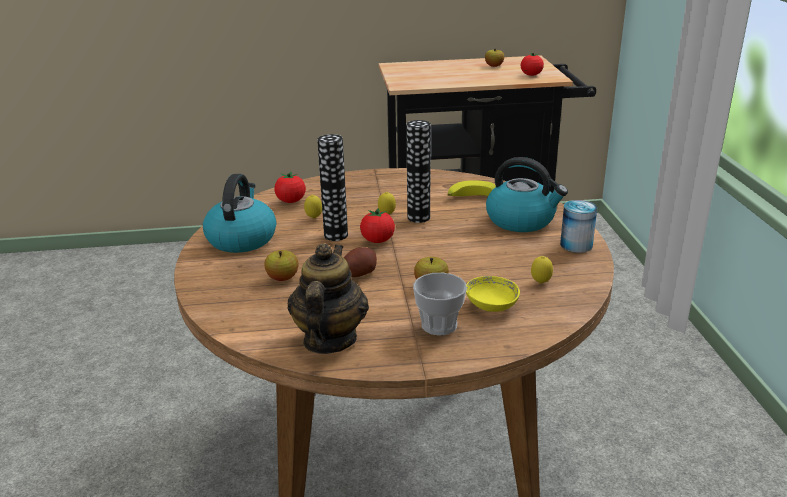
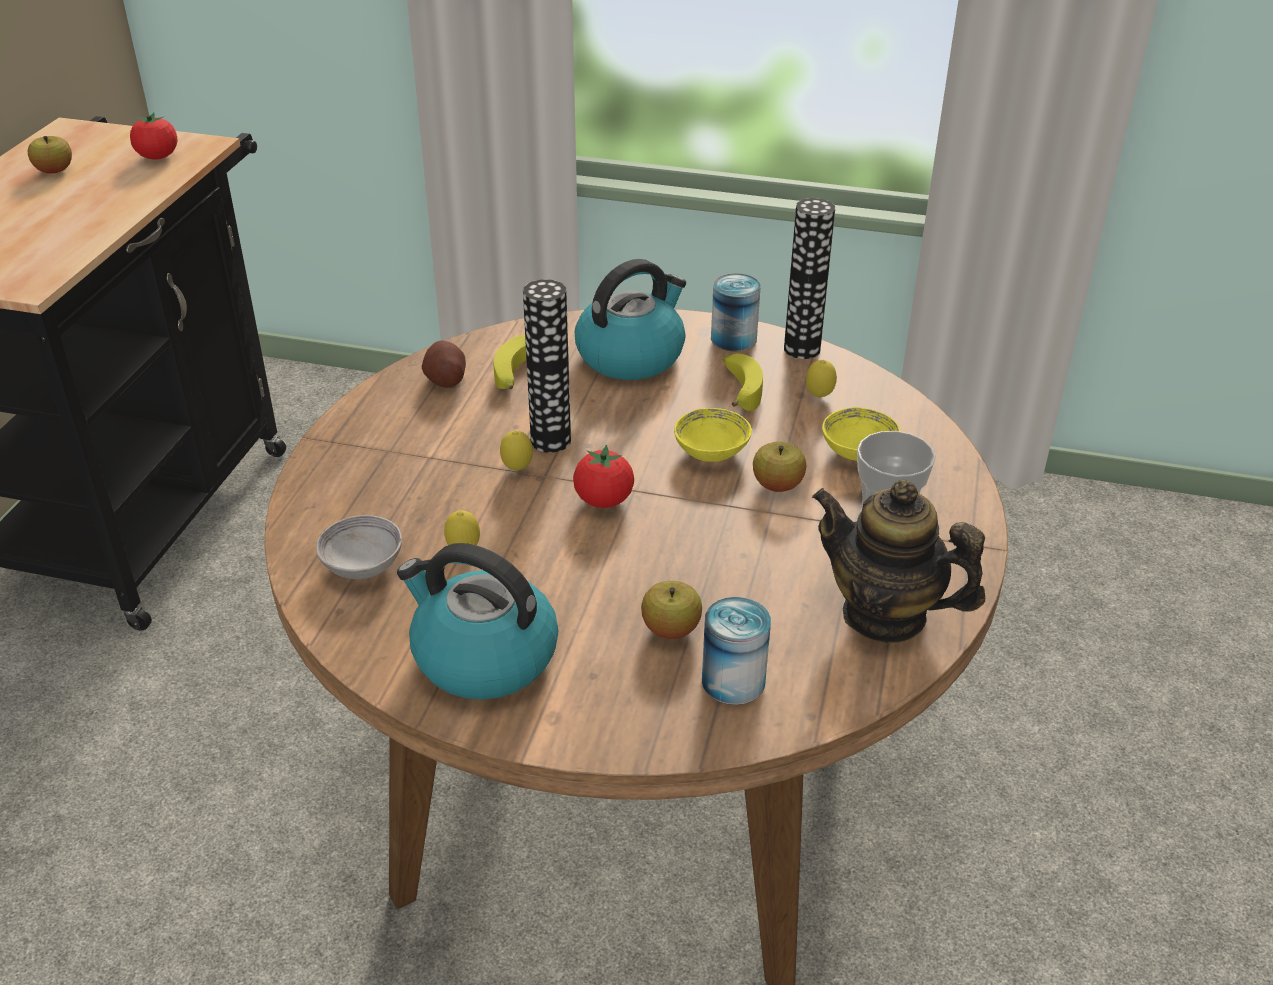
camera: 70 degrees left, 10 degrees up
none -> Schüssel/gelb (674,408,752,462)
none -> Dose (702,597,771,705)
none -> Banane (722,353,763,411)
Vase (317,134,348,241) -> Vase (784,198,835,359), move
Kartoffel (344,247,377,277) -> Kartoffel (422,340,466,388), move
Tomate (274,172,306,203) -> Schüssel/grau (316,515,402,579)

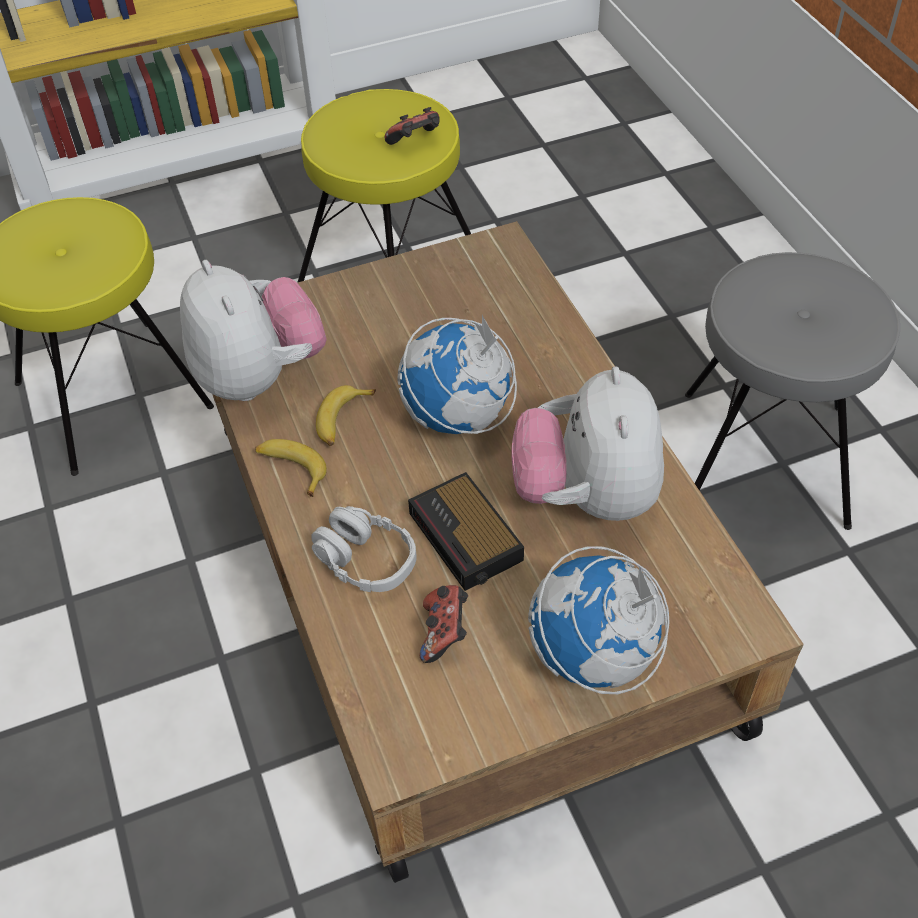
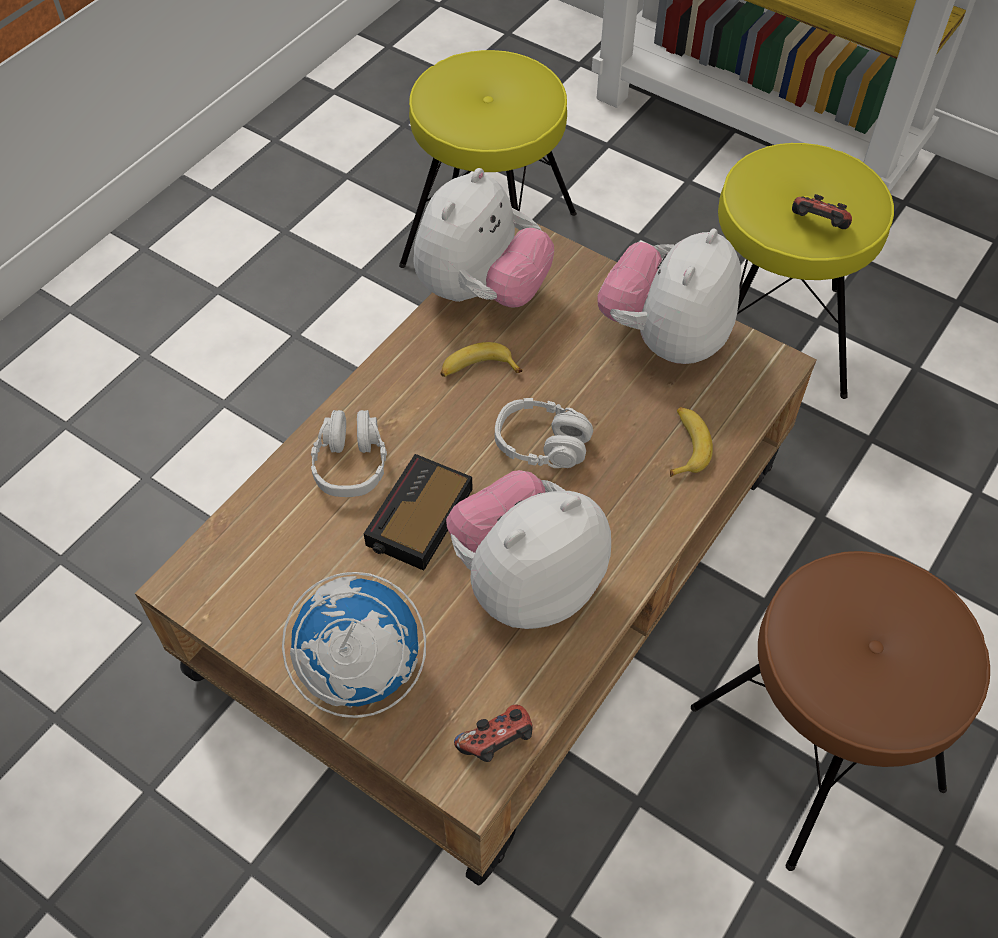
camera: 55 degrees right, 5 degrees up
none -> Plüschtier (597,228,741,364)
Banane (255,439,327,497) -> Banane (670,407,713,477), move
Gamepad (419,585,468,663) -> Gamepad (454,704,533,762), move
Globus (398,315,517,434) -> Kopfhörer/grau (495,398,593,468)
Hocker/grau (685,252,900,530) -> Hocker/braun (691,551,990,871)

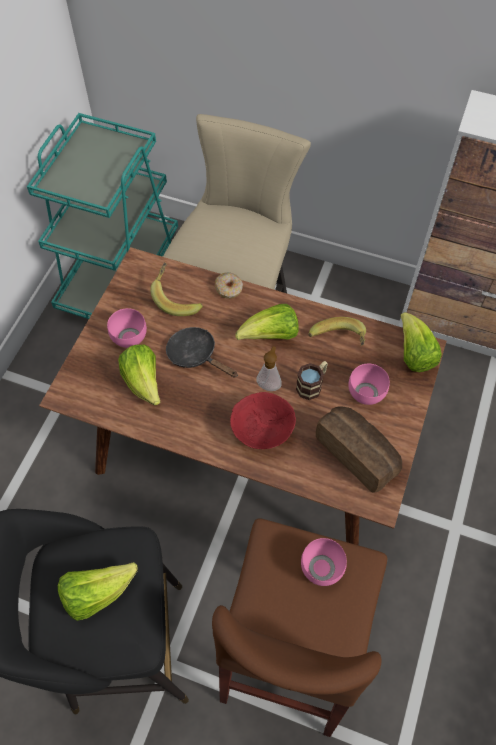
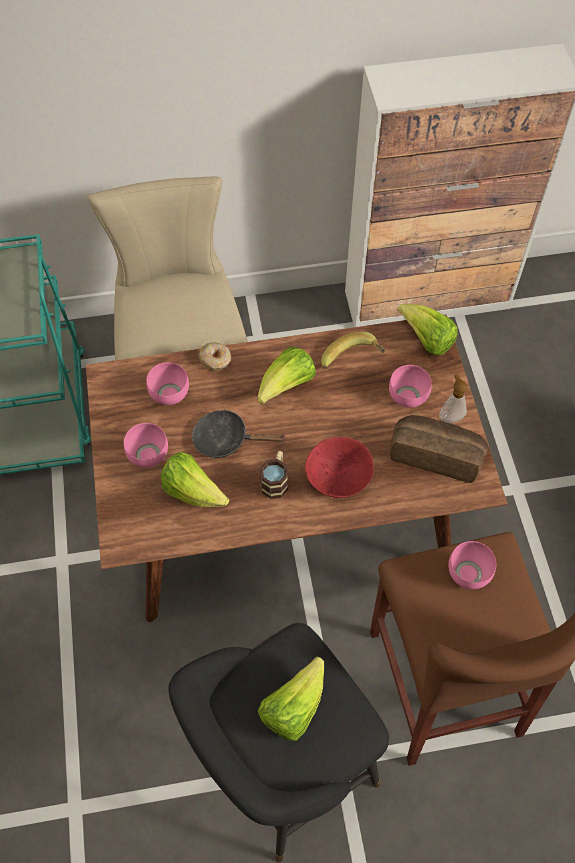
camera: 30 degrees left, 0 degrees up
Seifenspender (256,346,282,391) -> Seifenspender (439,374,468,423), move
Henkelbecher (296,361,328,400) -> Henkelbecher (260,451,288,499), move
Banane (150,262,203,316) -> Schüssel/rosa (146,362,189,405)

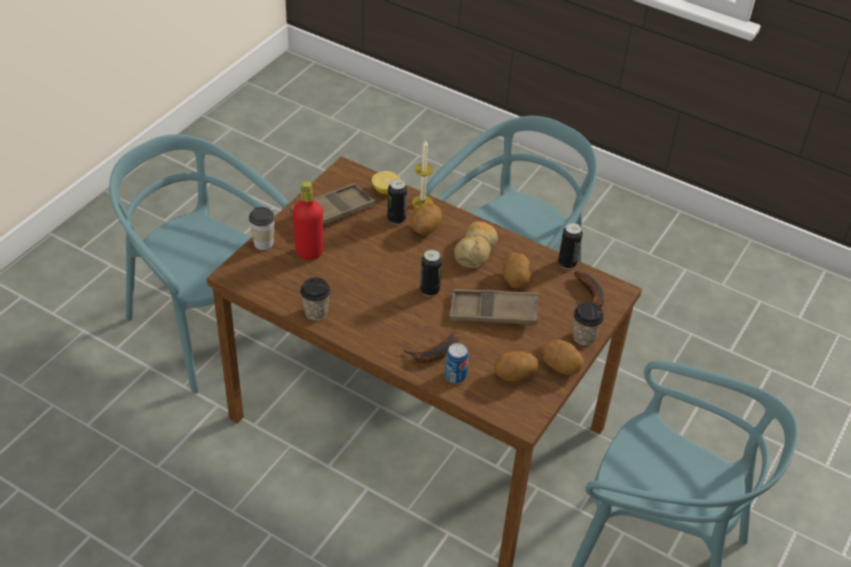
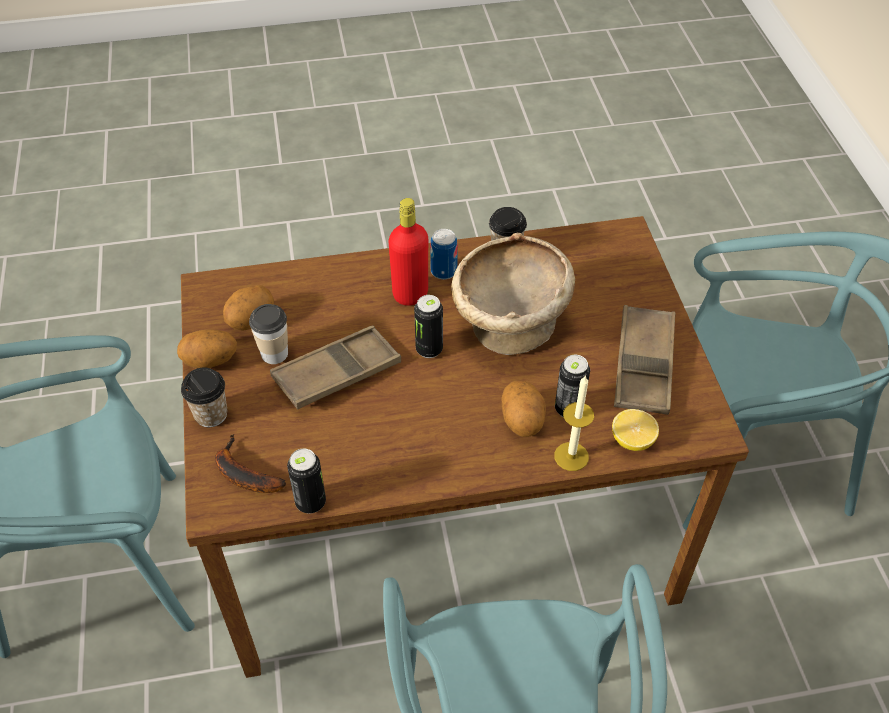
camera: 140 degrees right, 5 degrees up
Banane (403,331,459,363) -> none
Brot (454,221,498,268) -> none
Kartoffel (503,252,532,289) -> none
none -> Schüssel/beige (451,233,575,355)
Tasse (249,207,275,250) -> Tasse (249,304,288,364), move
Flasche/rot (293,181,323,260) -> Flasche/rot (389,198,428,306), move
Dose (445,343,469,383) -> Dose (430,229,458,280), move

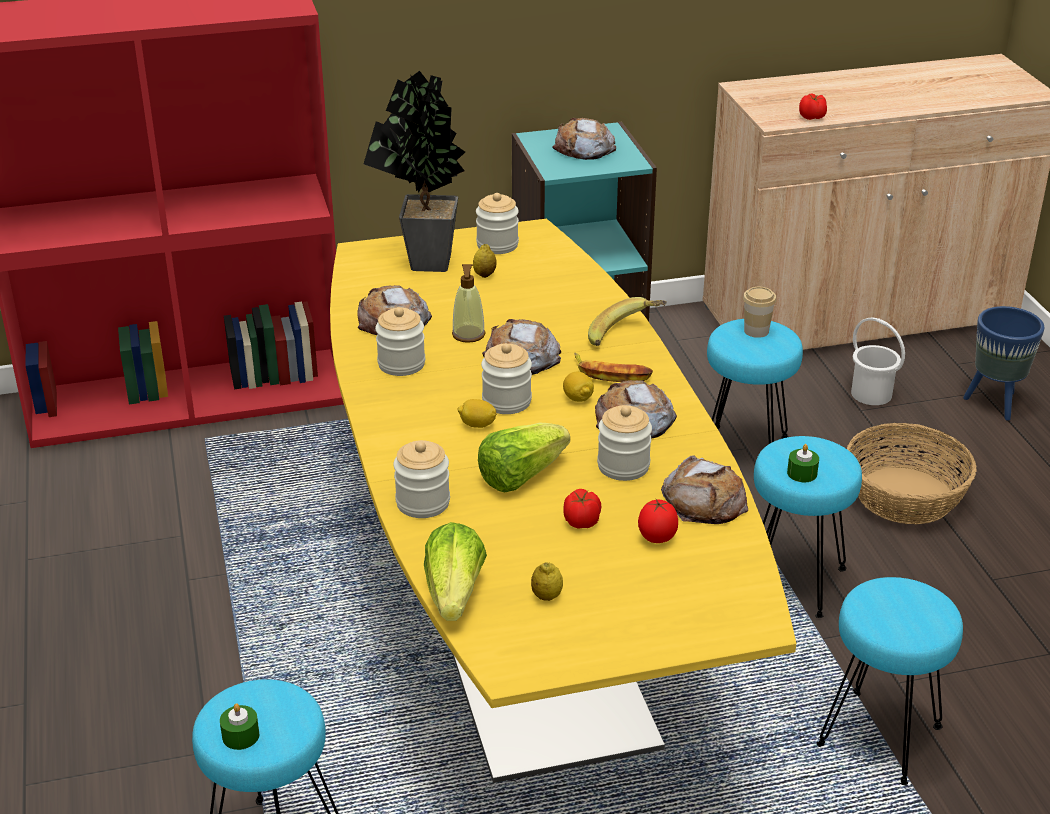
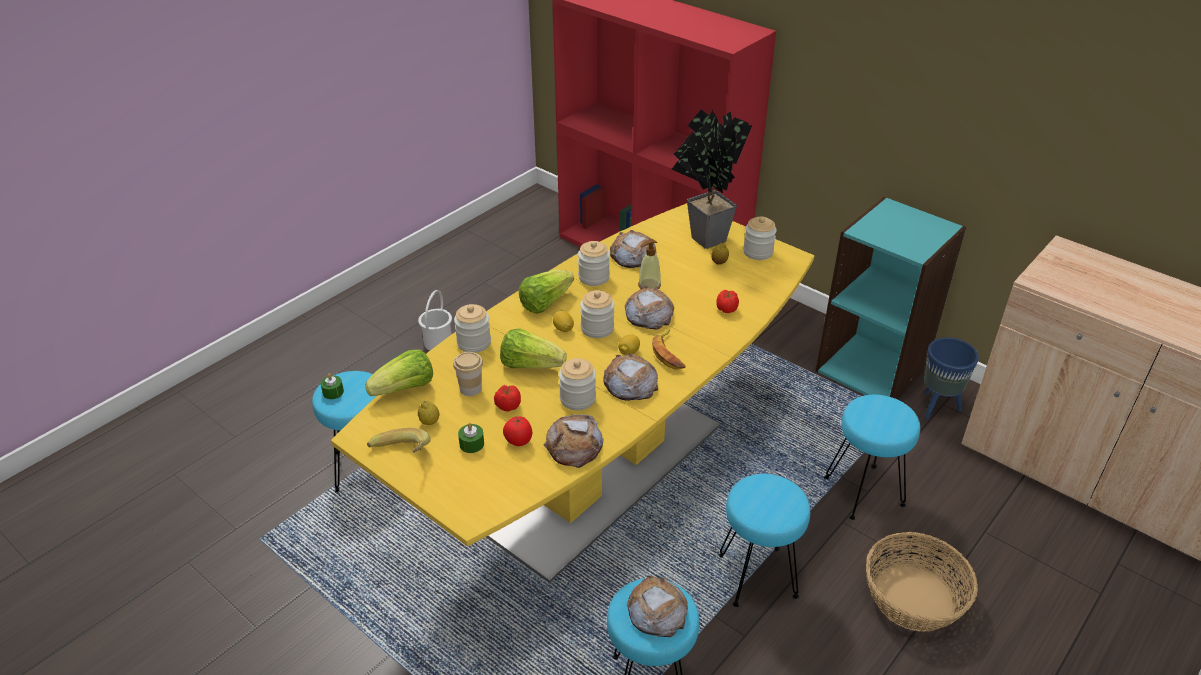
camera: 55 degrees right, 5 degrees up
none -> Salatkopf (519,270,574,314)
Brot (552,118,616,160) -> Brot (627,575,688,637), move
Banane (588,297,667,346) -> Banane (367,428,431,453), move
Tasse (743,287,776,338) -> Tasse (453,352,483,396), move
Kerze/grün (787,444,819,482) -> Kerze/grün (458,423,484,453), move
Tomate (799,93,827,120) -> Tomate (716,290,739,313), move
Eimer/weiß (851,317,905,405) -> Eimer/weiß (418,290,452,350), move
Pflanzkübel/blau (963,306,1045,421) -> Pflanzkübel/blau (924,337,979,419), move

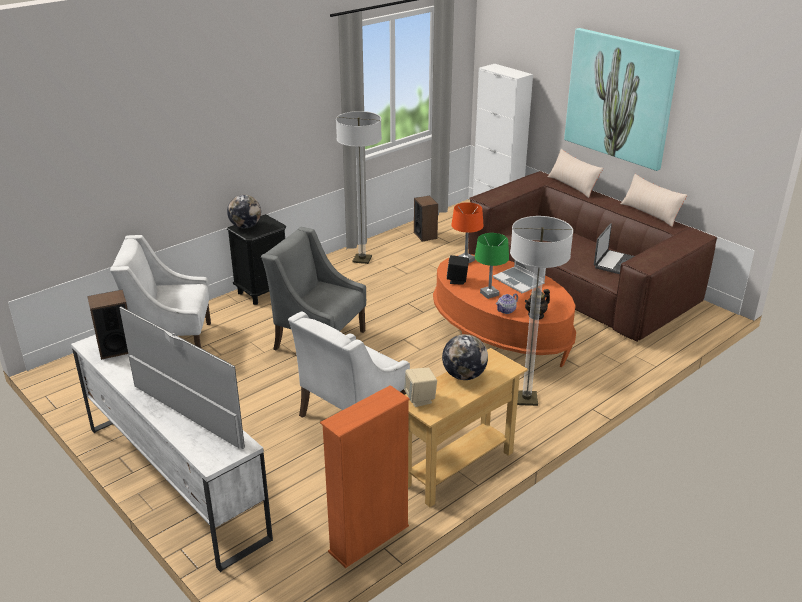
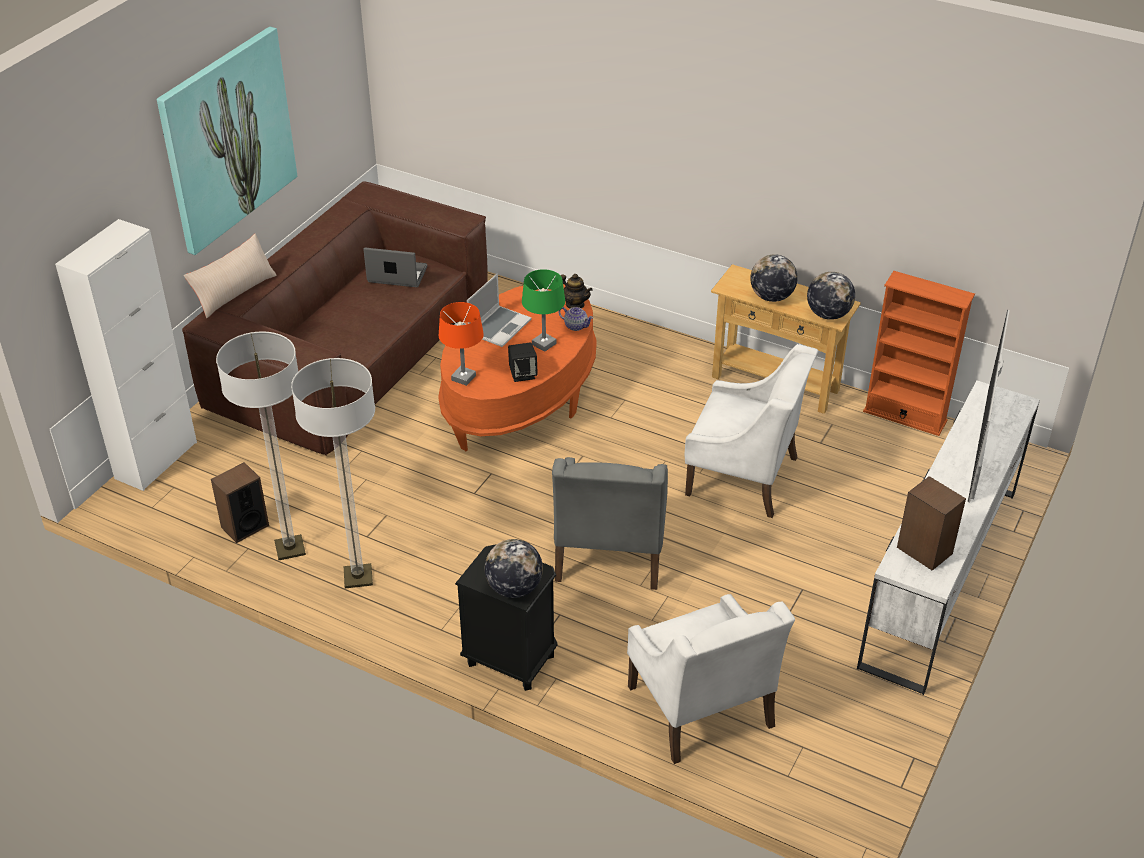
camera: 110 degrees left, 10 degrees up
Kissen/beige (621,174,687,227) -> none
Stehlampe (510,216,573,406) -> Stehlampe (216,331,306,560), move
Lautsprecher/beige (404,368,437,407) -> Globus (807,272,855,320)

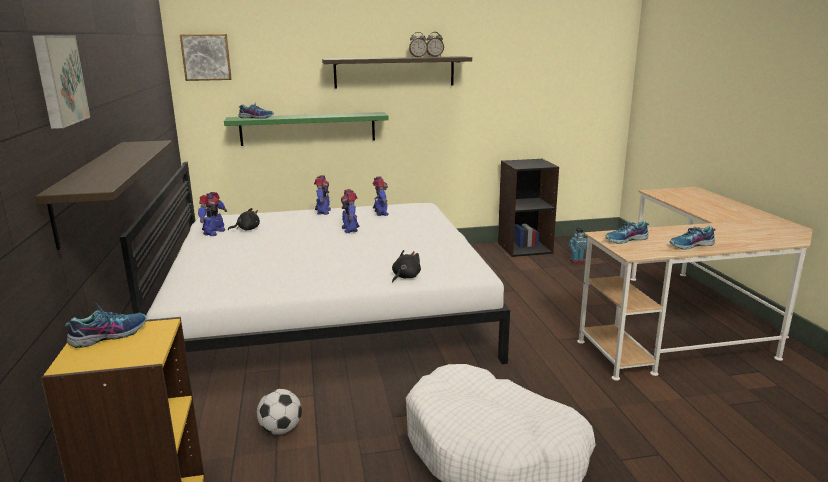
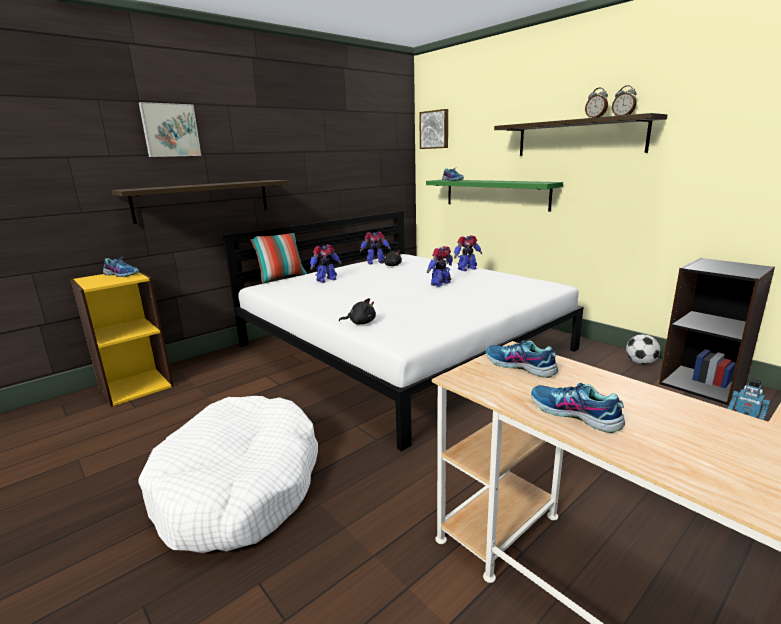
camera: 60 degrees right, 0 degrees up
none -> Kissen (250,233,307,283)
Fußball (257,389,302,435) -> Fußball (626,334,660,364), move
Spielzeugroboter (373,176,389,216) -> Spielzeugroboter (310,245,342,283), move

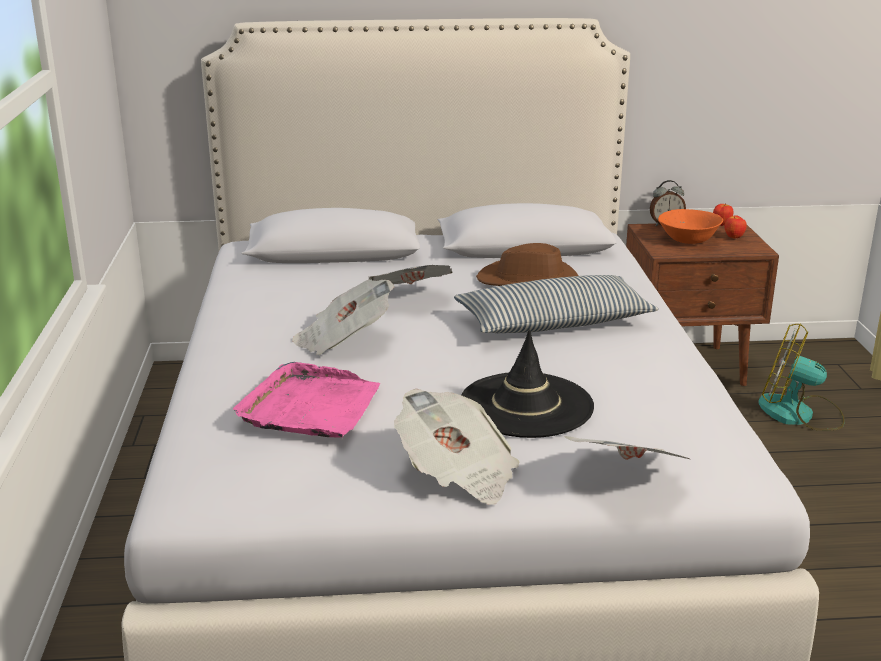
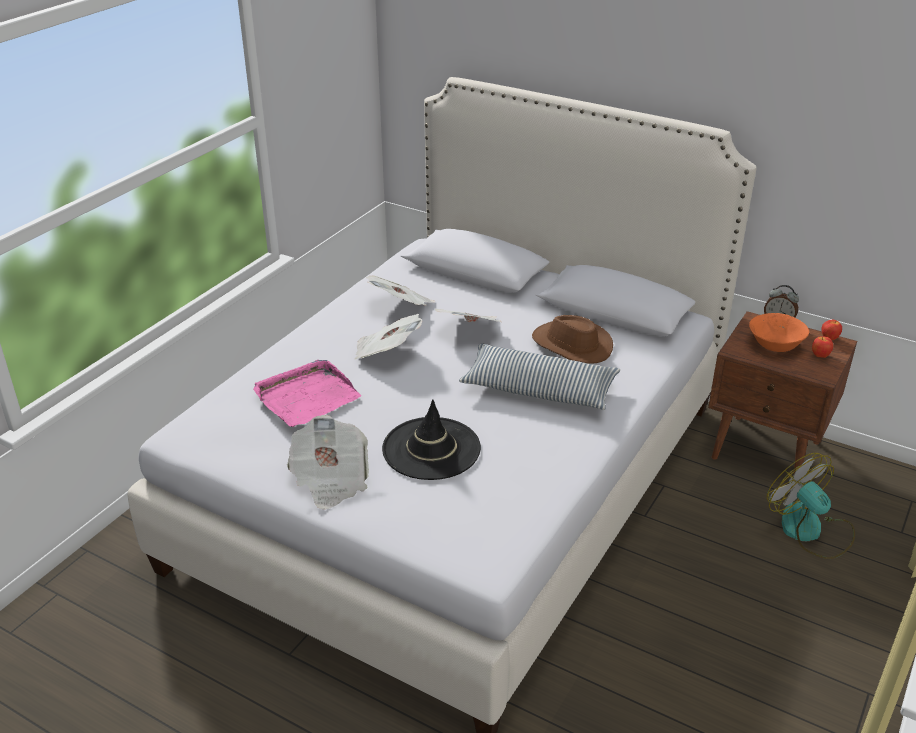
camera: 35 degrees right, 10 degrees up
Zeitung (565,436,689,460) -> Zeitung (366,276,435,306), move

